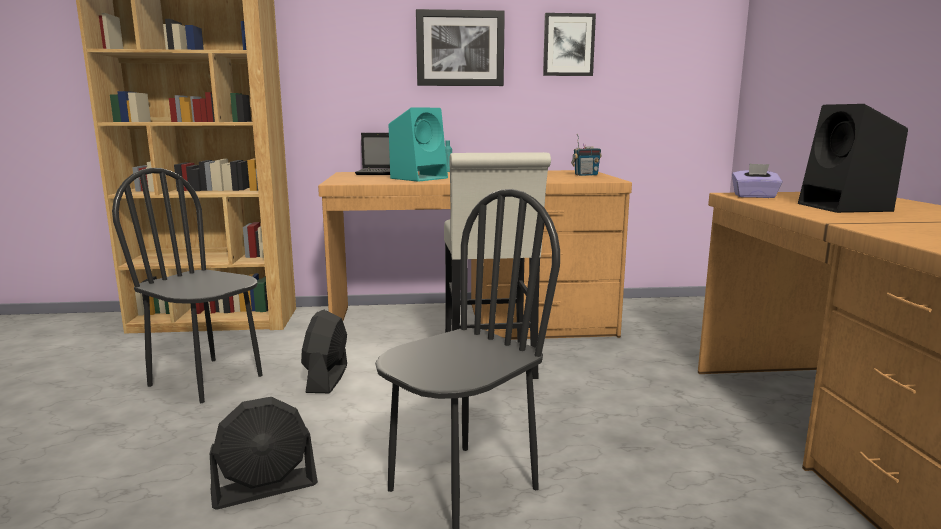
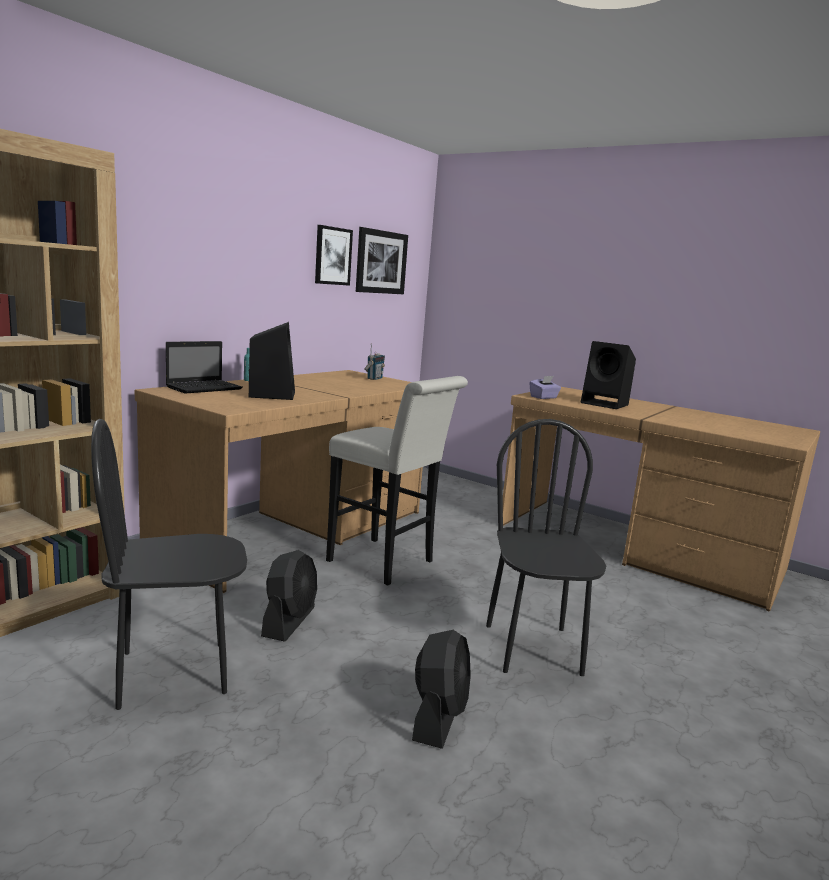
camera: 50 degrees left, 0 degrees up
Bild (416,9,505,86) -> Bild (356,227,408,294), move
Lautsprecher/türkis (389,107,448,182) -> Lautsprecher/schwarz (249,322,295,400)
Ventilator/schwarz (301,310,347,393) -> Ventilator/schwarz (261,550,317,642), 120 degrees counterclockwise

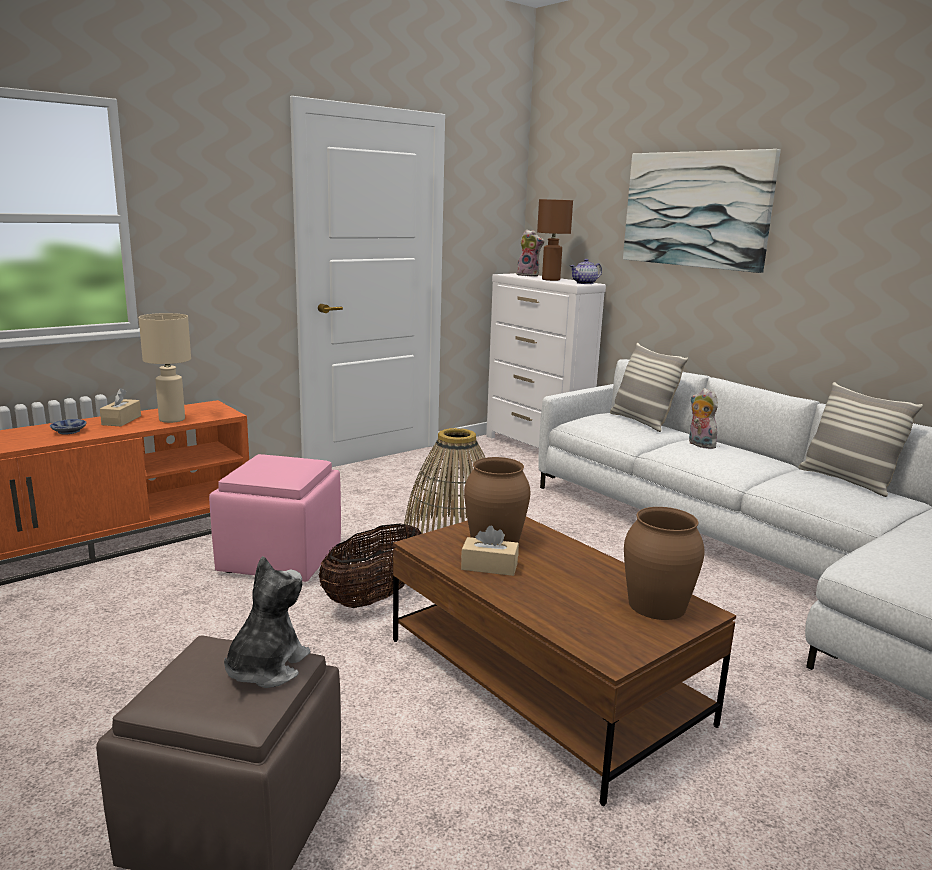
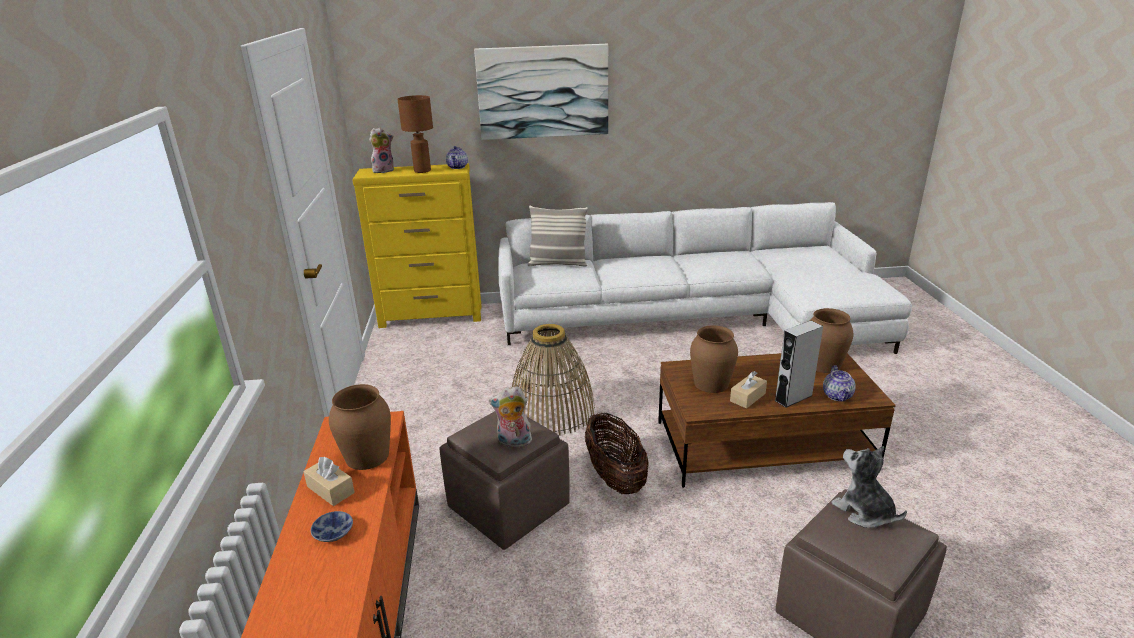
camera: 55 degrees left, 10 degrees up
Kissen (798,382,923,497) -> none
none -> Lautsprecher/grau (774,321,823,408)
none -> Teekanne (823,365,856,401)
Plüschtier (689,388,718,449) -> Plüschtier (489,386,533,448), move
Tischlampe/beige (139,313,191,423) -> Vase/braun (329,384,391,470)
Polsterhocker/rosa (209,454,341,582) -> Polsterhocker/braun (439,411,569,550)
Kommode/weiß (486,273,606,448) -> Kommode/gelb (352,163,482,328)

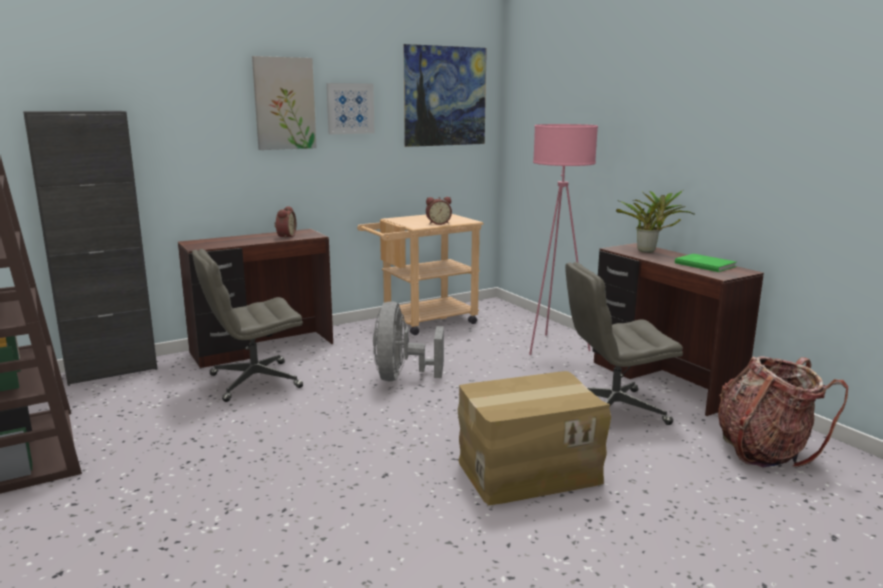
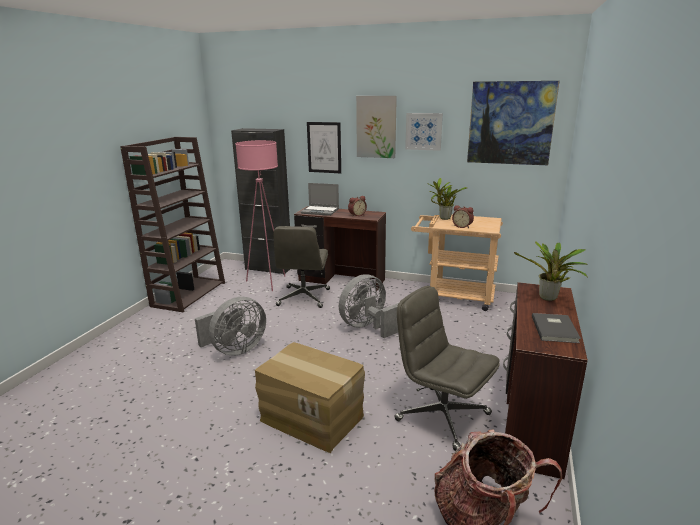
camera: 50 degrees right, 5 degrees up
none -> Ventilator/grau (195,297,266,356)
none -> Laptop (301,183,339,216)
none -> Bild (307,122,341,173)
none -> Topfpflanze (427,178,467,220)
Stehlampe/rosa (529,124,598,355) -> Stehlampe/rosa (235,140,285,291), move
Buch/grün (675,254,736,272) -> Buch/grau (532,313,581,343)
Bürostuhl/grau (192,249,303,402) -> Bürostuhl/grau (273,226,330,308), 105 degrees counterclockwise

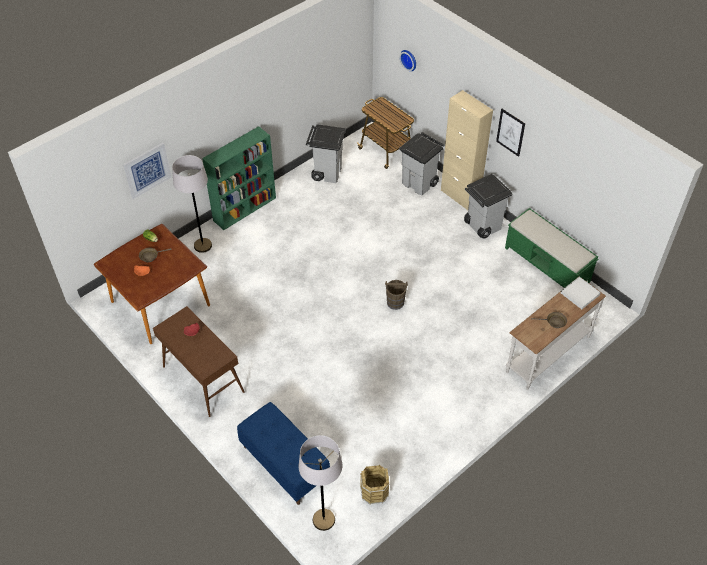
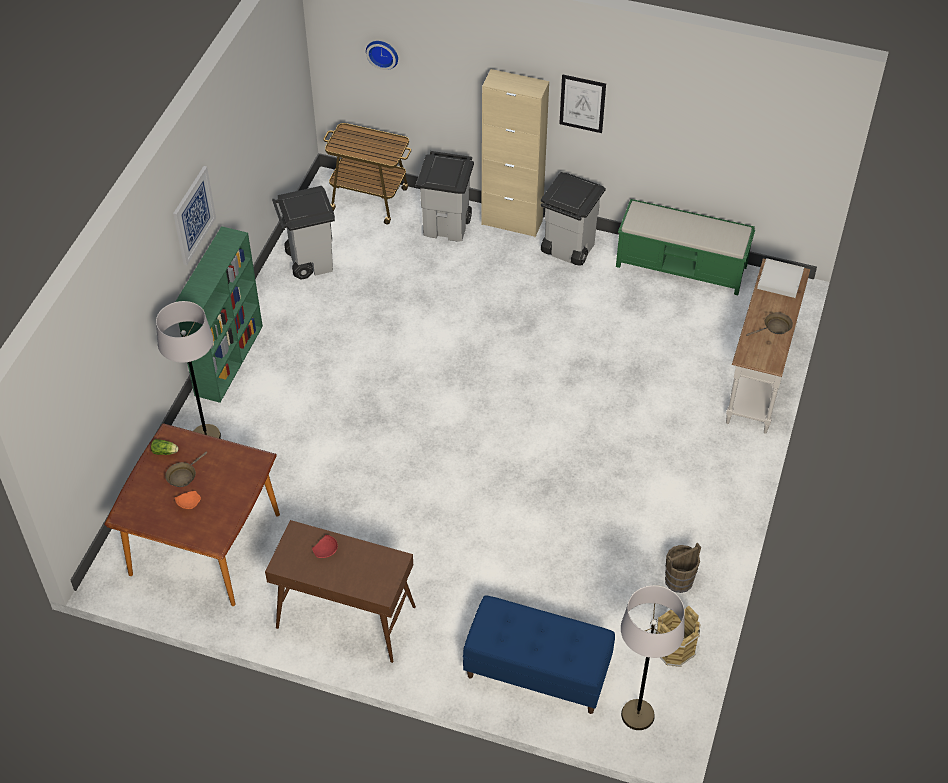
camera: 30 degrees left, 0 degrees up
Bild (123,143,171,199) -> Bild (173,166,216,265), move
Eimer/braun (385,280,408,310) -> Eimer/braun (665,543,701,593), move

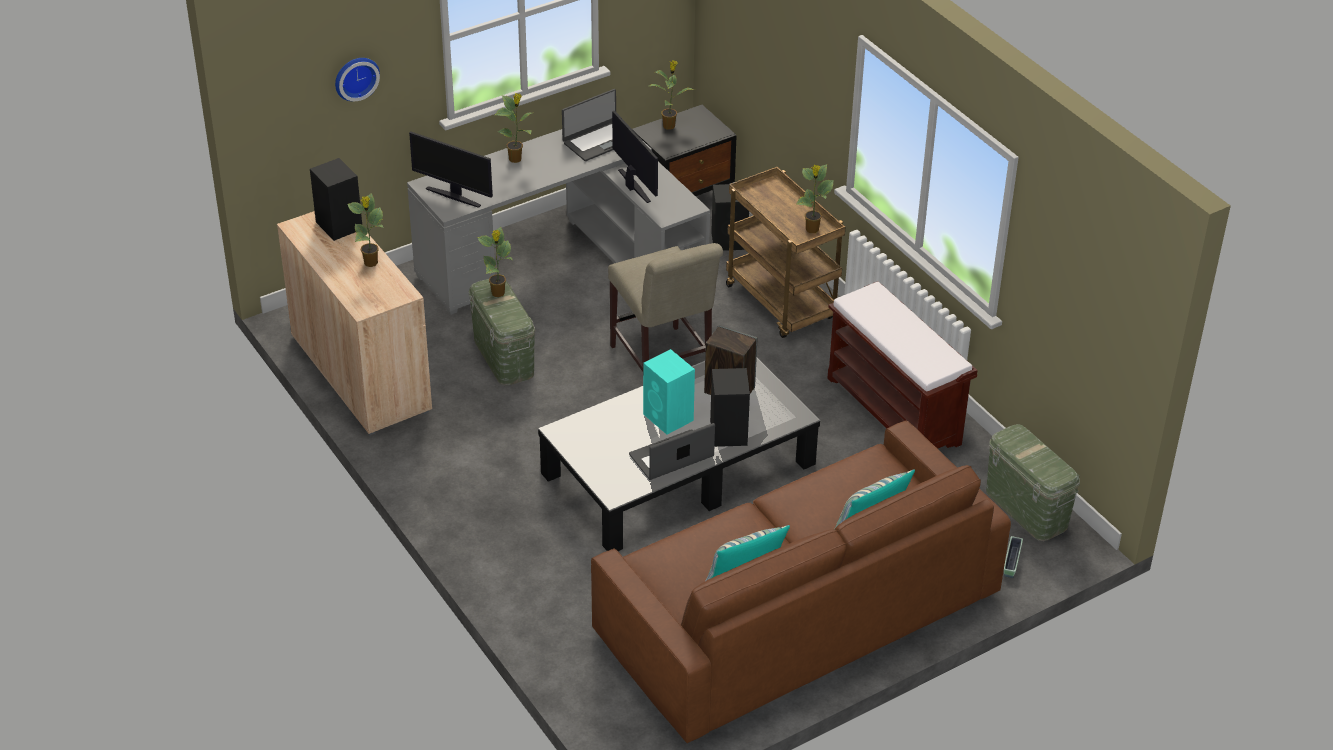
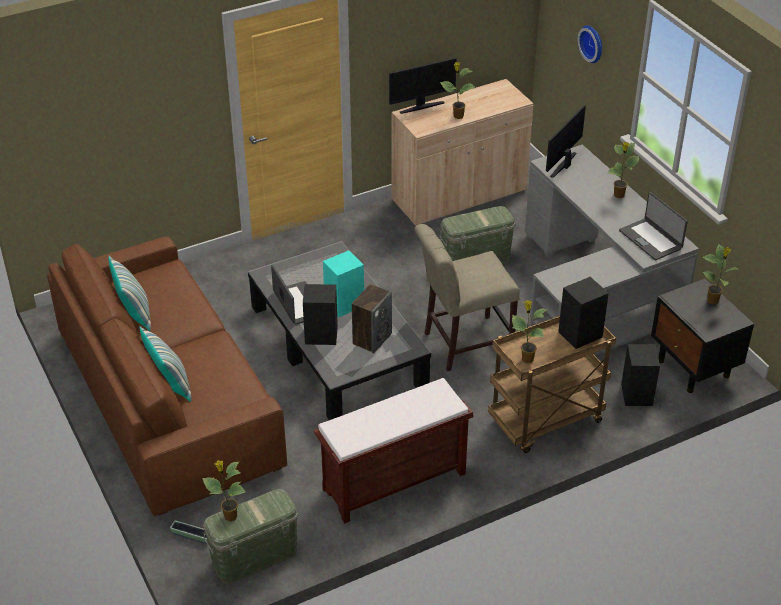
camera: 95 degrees right, 0 degrees up
Lautsprecher/schwarz (310,158,362,241) -> Lautsprecher/schwarz (558,277,609,349), move
Topfpflanze (477,226,512,297) -> Topfpflanze (202,461,246,522), move
Monitor (612,111,658,203) -> Monitor (389,58,457,114), move

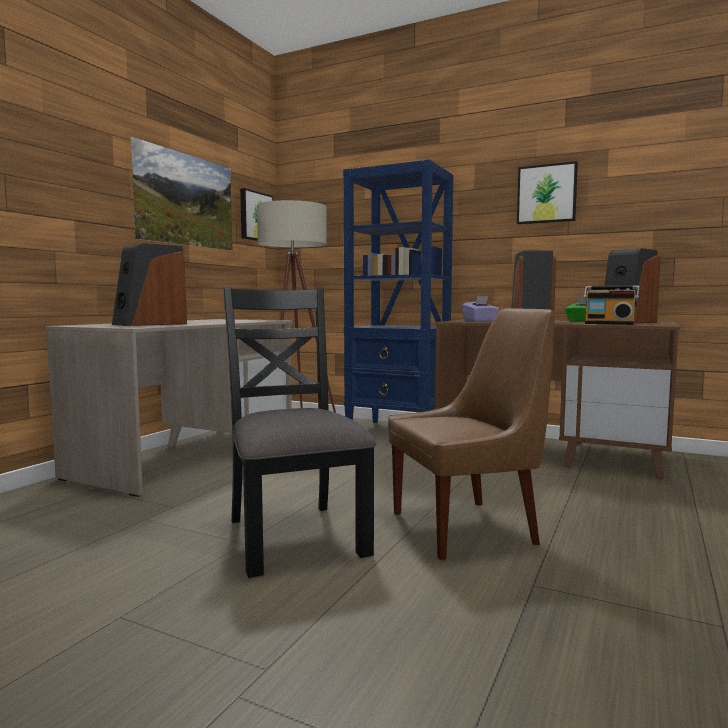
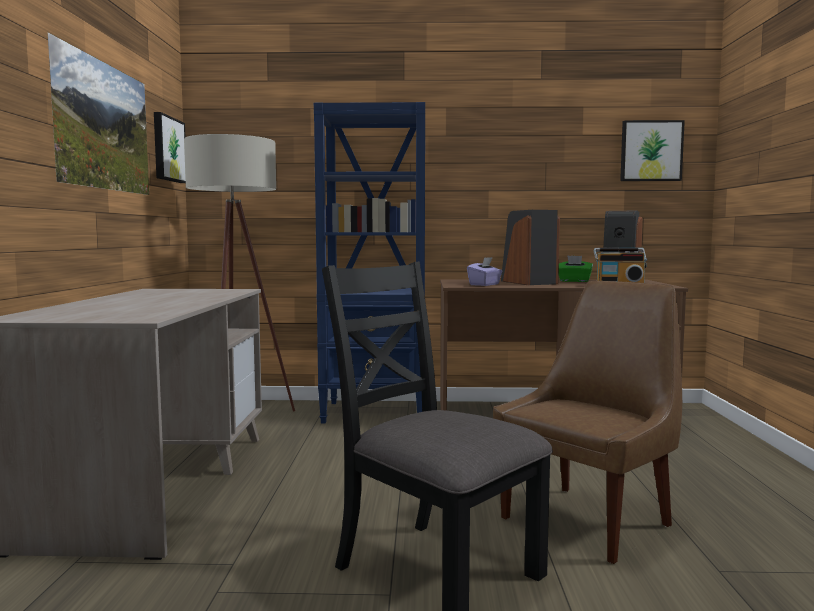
camera: 25 degrees left, 0 degrees up
Lautsprecher (112,243,187,326) -> none
Bild (517,161,578,224) -> Bild (620,120,685,181), move

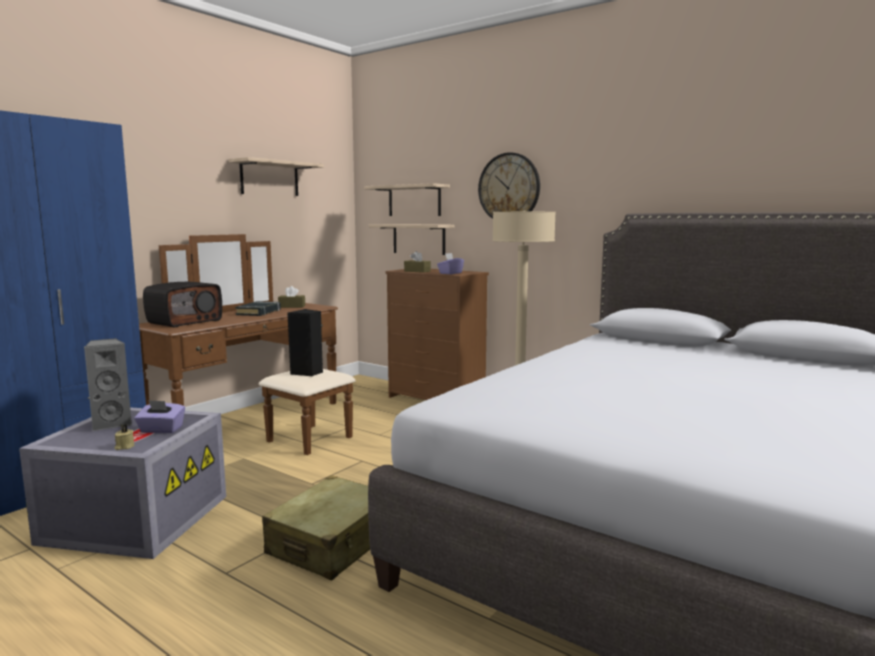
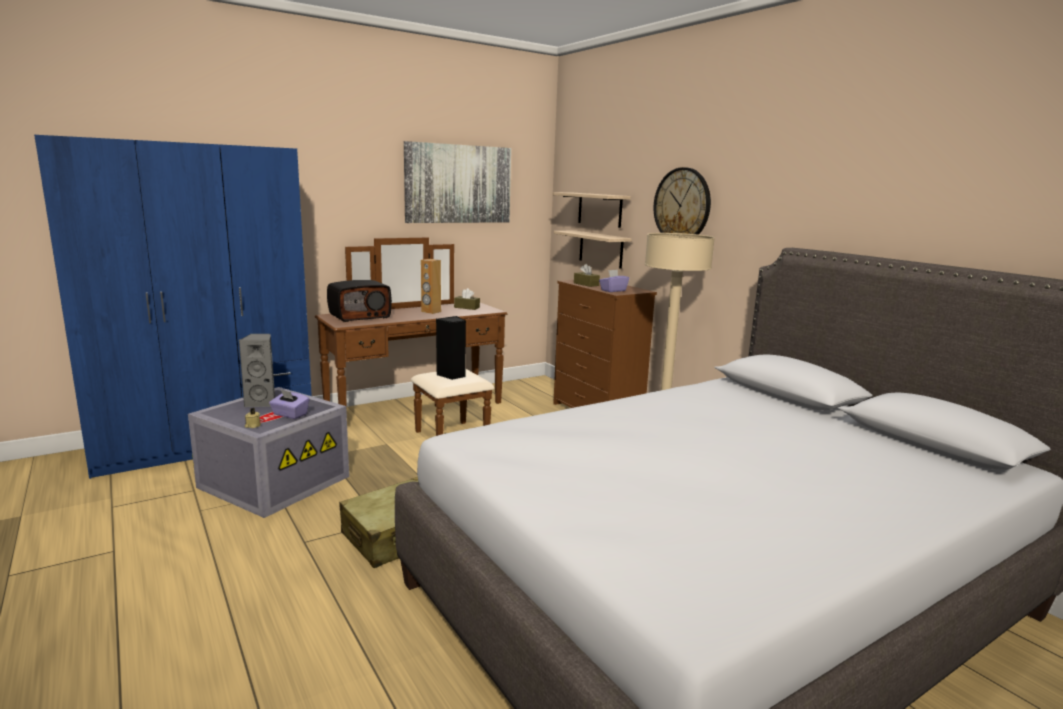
camera: 20 degrees right, 5 degrees up
Wandregal (229,157,324,196) -> Bild (404,141,511,223)
Buch/schwarz (235,301,281,316) -> Lautsprecher/braun (421,259,441,314)

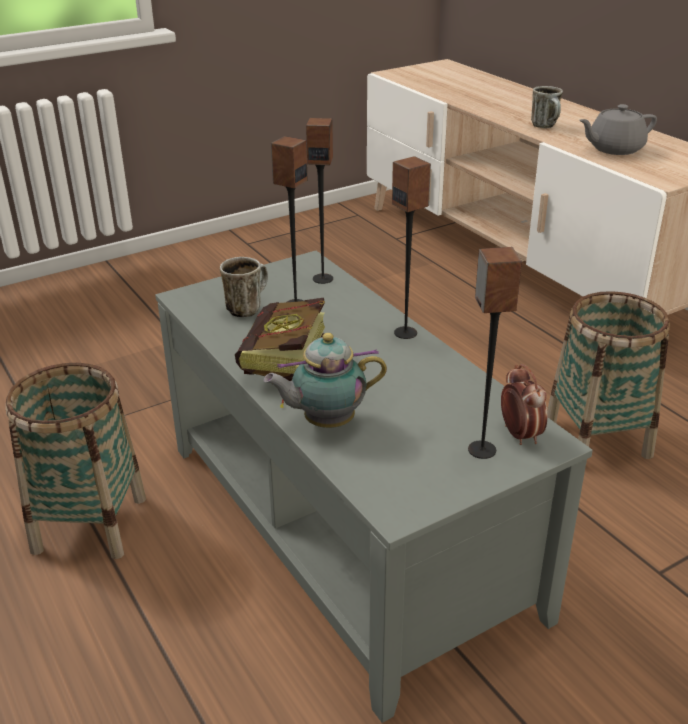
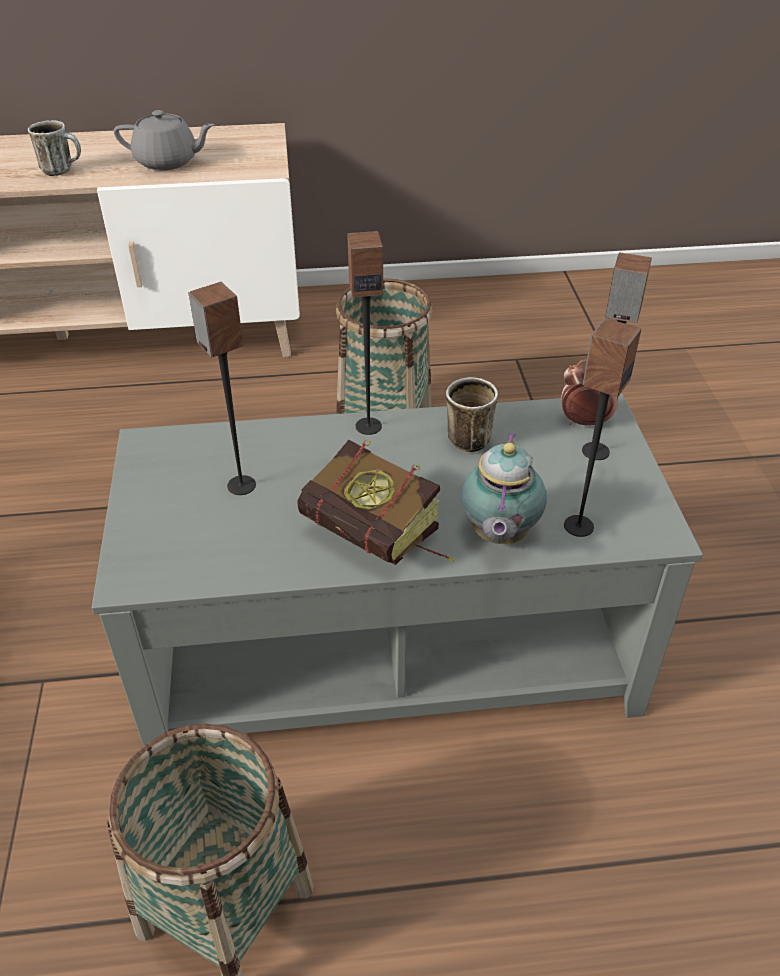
camera: 65 degrees left, 10 degrees up
Henkelbecher (220,257,268,317) -> Henkelbecher (446,377,498,452), move
Lautsprecher (306,118,333,284) -> Lautsprecher (564,318,641,537), move
Teekanne/grau (579,104,657,155) -> Teekanne/grau (114,110,215,170), 90 degrees counterclockwise

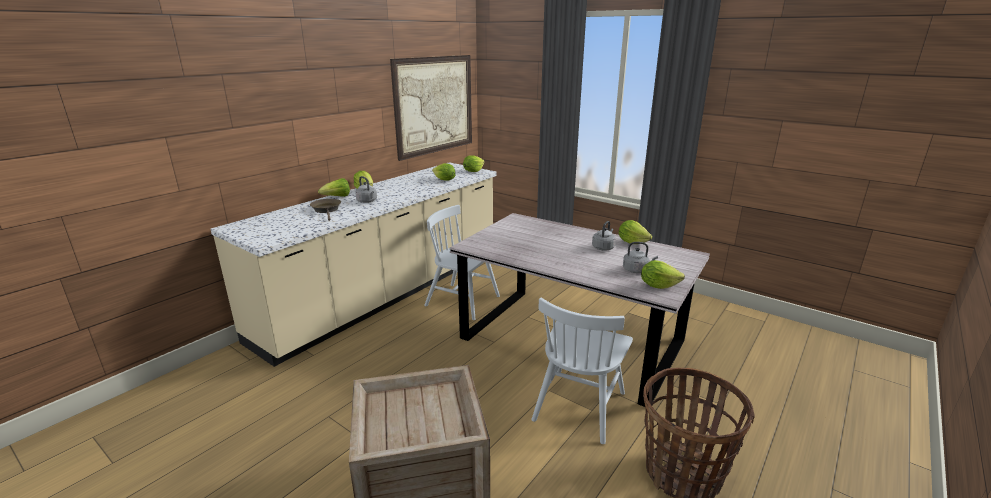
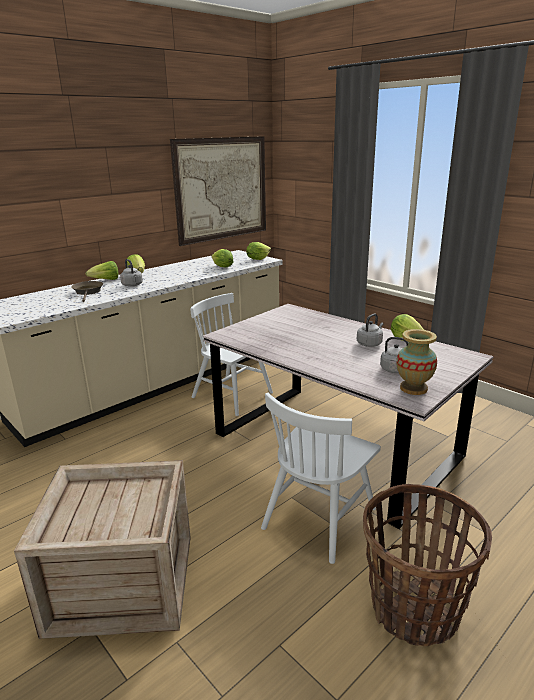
camera: 10 degrees right, 0 degrees up
Salatkopf (641,260,685,289) -> Vase (397,329,437,395)

